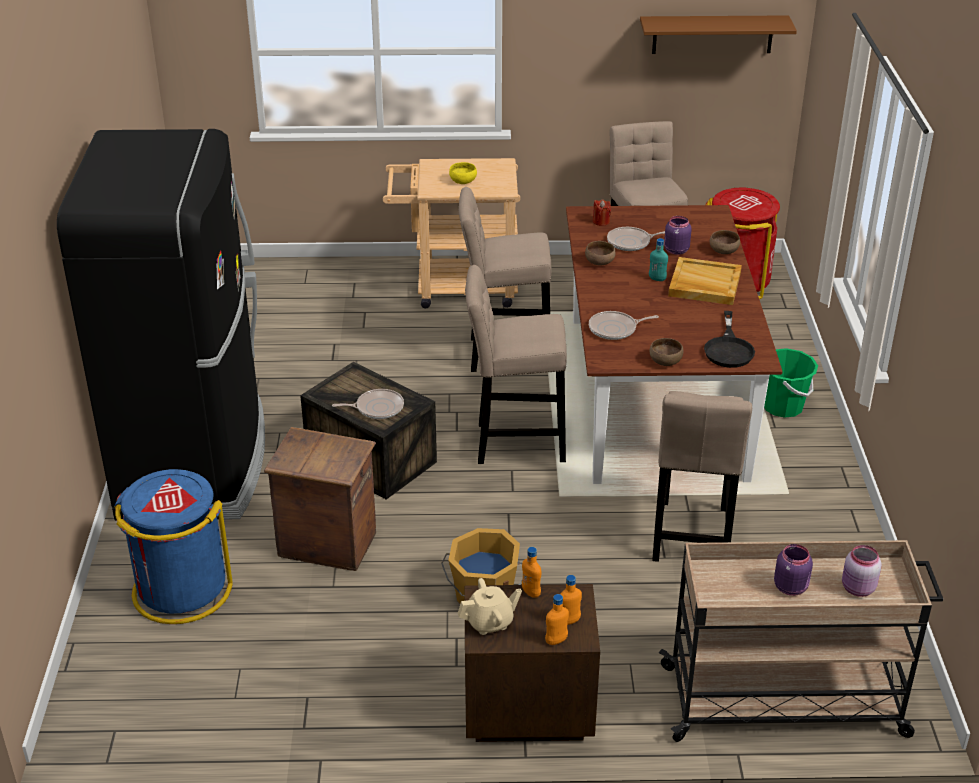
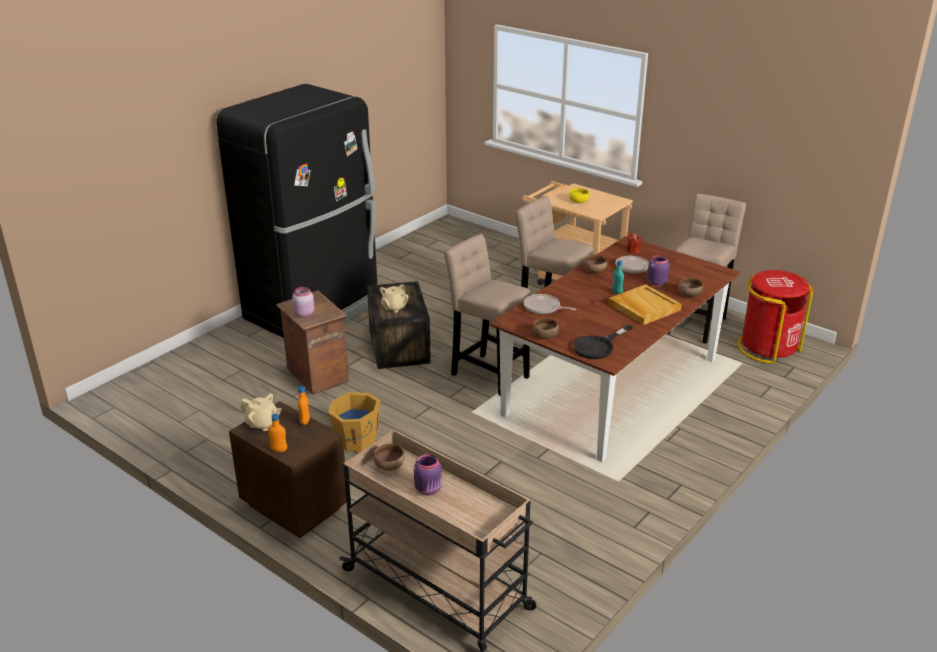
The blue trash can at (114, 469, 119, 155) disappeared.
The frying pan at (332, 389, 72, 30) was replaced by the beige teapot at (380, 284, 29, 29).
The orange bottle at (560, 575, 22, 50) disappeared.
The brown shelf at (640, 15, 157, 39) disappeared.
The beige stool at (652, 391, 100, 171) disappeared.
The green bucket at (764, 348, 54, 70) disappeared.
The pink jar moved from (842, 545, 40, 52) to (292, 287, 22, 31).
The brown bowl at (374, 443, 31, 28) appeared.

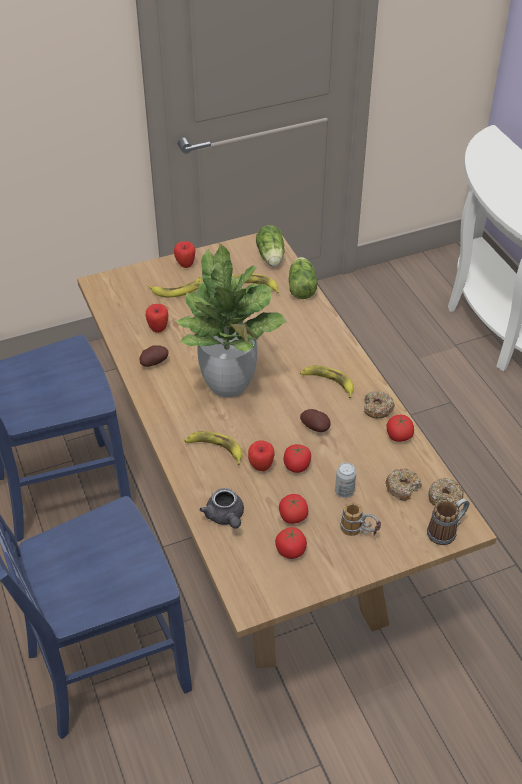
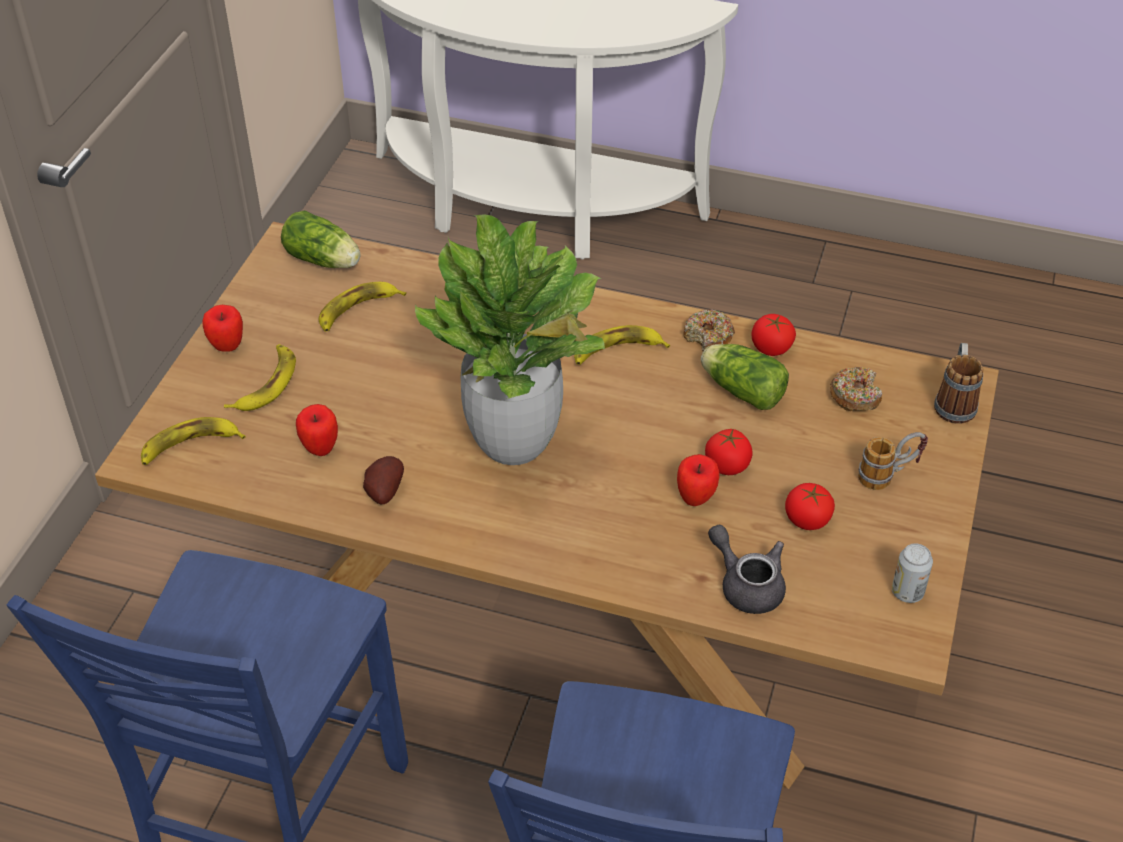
The banana moved from (185, 431, 58, 34) to (141, 417, 105, 48).
The grey teapot at (199, 488, 45, 41) turned 150 degrees counterclockwise.
The tomato at (275, 527, 32, 32) disappeared.
The lettuce moved from (289, 257, 29, 42) to (701, 344, 88, 66).
The potato at (300, 409, 31, 23) disappeared.
The can moved from (335, 463, 21, 35) to (892, 543, 41, 60).
The donut at (428, 478, 36, 28) disappeared.

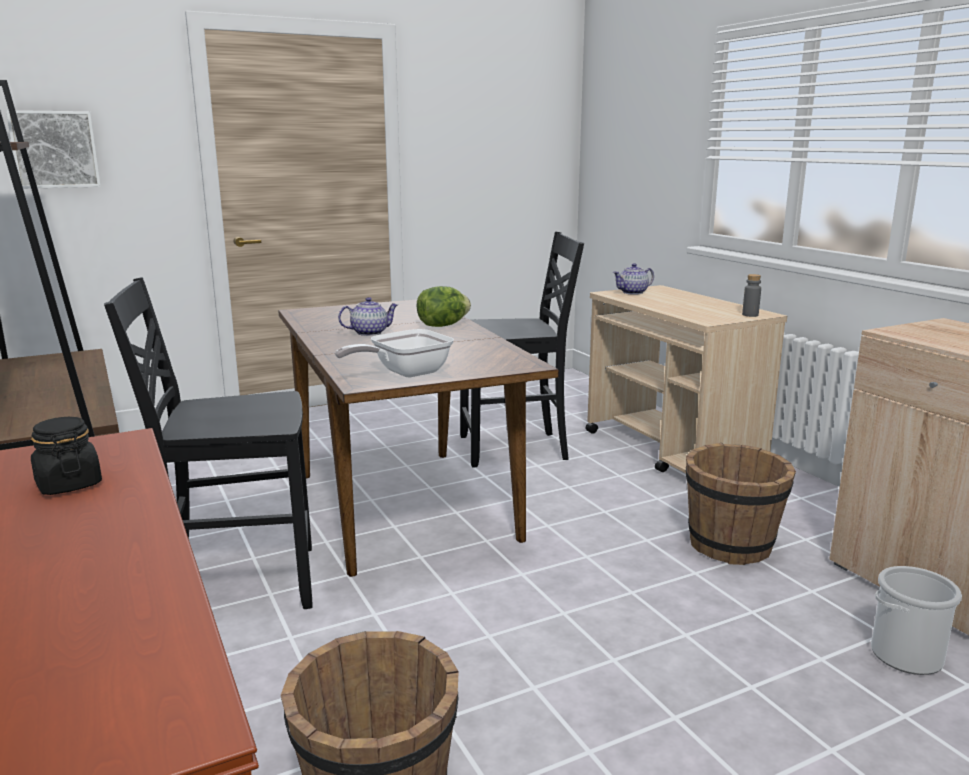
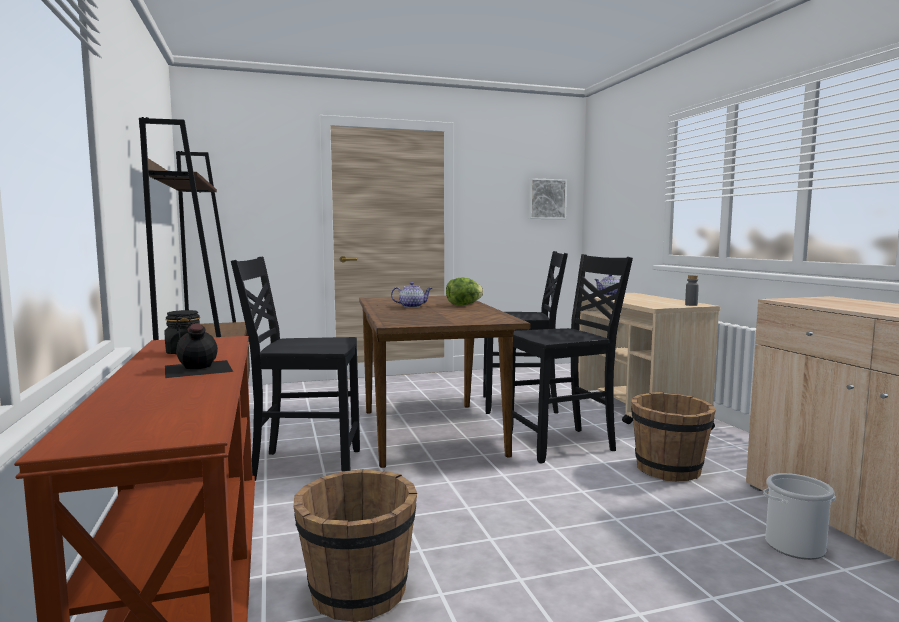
The picture moved from (6, 110, 95, 79) to (528, 178, 39, 41).
The frying pan at (335, 329, 119, 48) disappeared.
The black bottle at (165, 323, 68, 55) appeared.
The black chair at (512, 254, 121, 210) appeared.

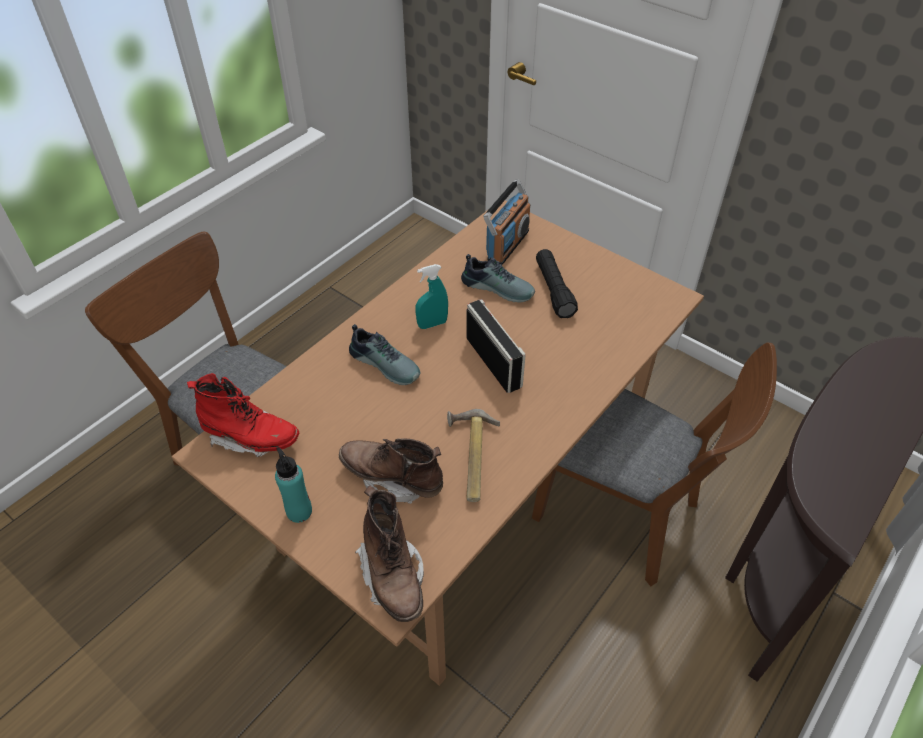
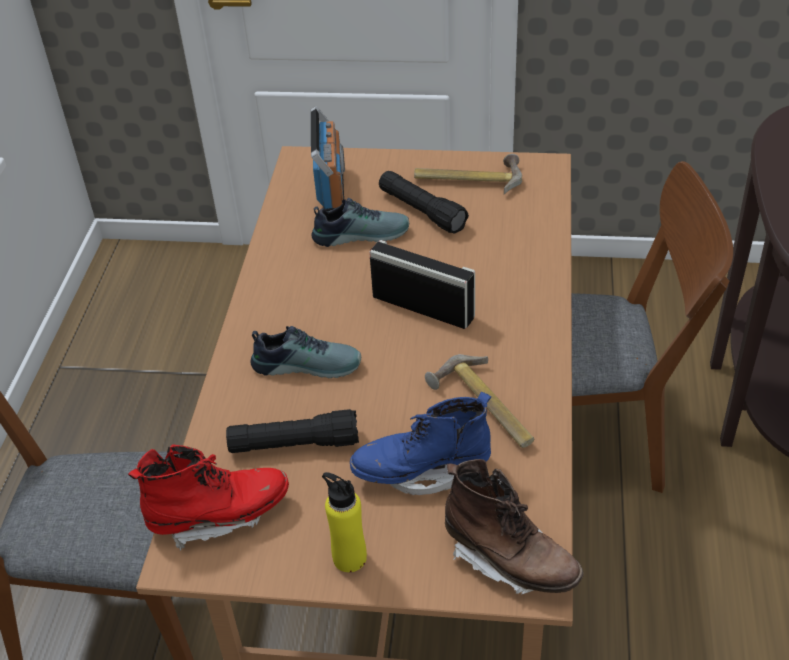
The turquoise bottle at (275, 447, 37, 76) became the yellow bottle at (322, 472, 45, 100).
The brown boot at (339, 439, 104, 65) became the blue boot at (350, 392, 141, 103).
The turquoise spray bottle at (415, 264, 33, 65) disappeared.
The black flashlight at (226, 409, 133, 44) appeared.
The hammer at (414, 154, 108, 41) appeared.

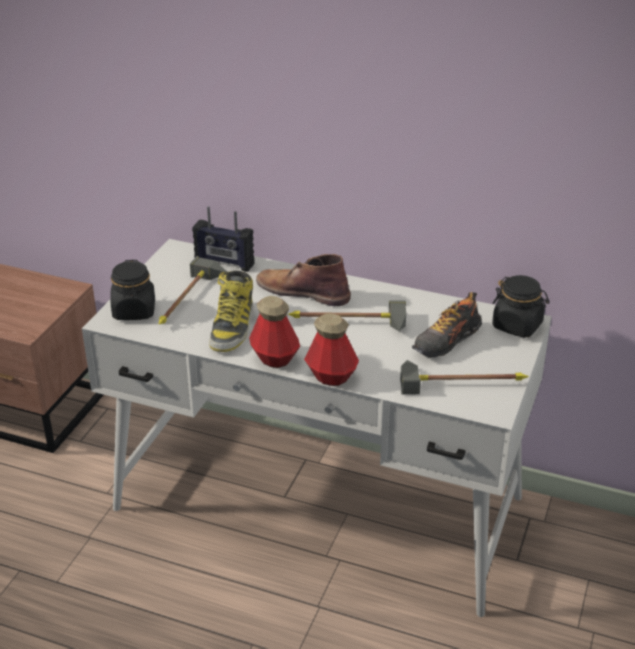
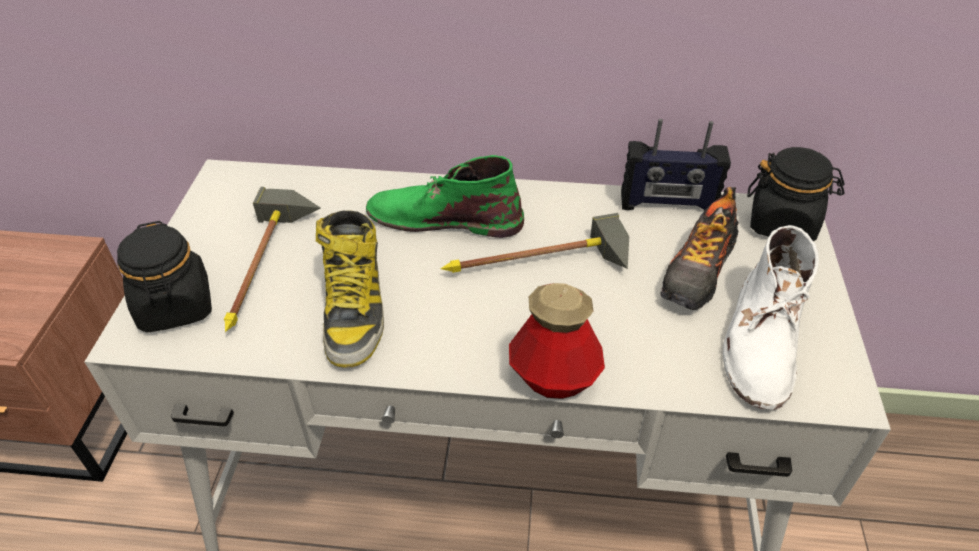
The radio moved from (192, 206, 63, 66) to (621, 119, 110, 92).
The bottle at (249, 296, 51, 72) disappeared.
The brown boot at (256, 254, 95, 52) became the green boot at (366, 155, 158, 83).
The hammer at (400, 360, 129, 35) was replaced by the white boot at (723, 225, 96, 185).

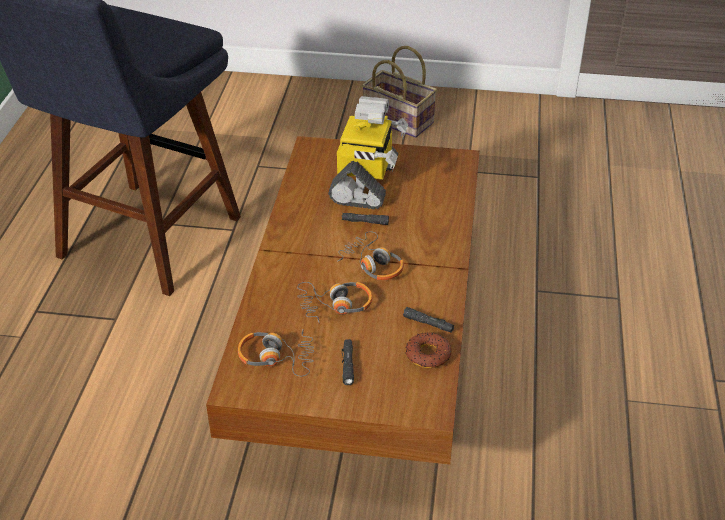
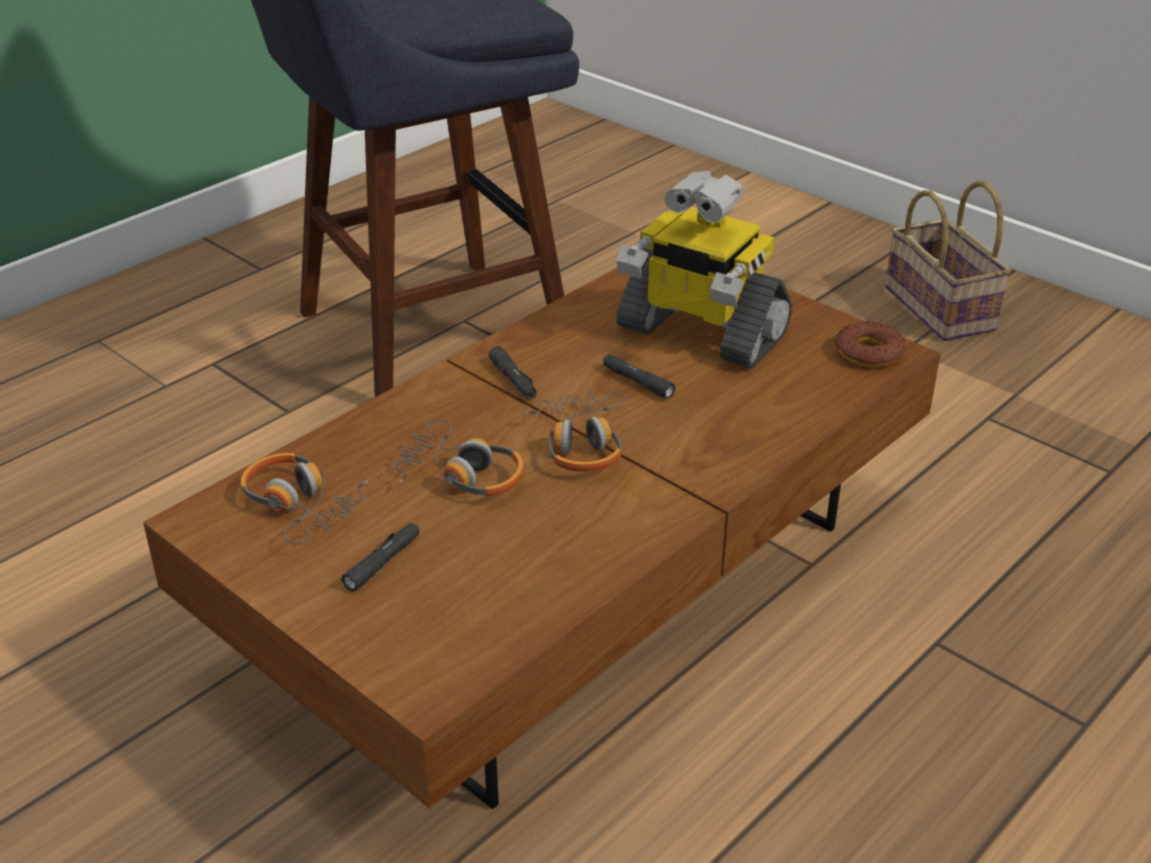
The toy robot at (328, 96, 80, 113) turned 75 degrees clockwise.
The black flashlight moved from (403, 307, 51, 26) to (489, 346, 48, 54).
The donut moved from (406, 332, 46, 36) to (835, 321, 71, 46).

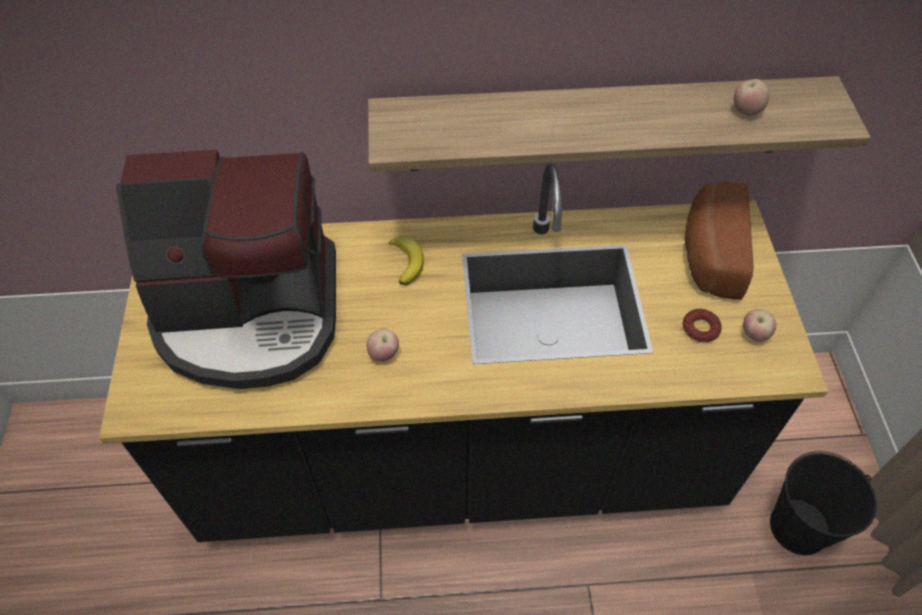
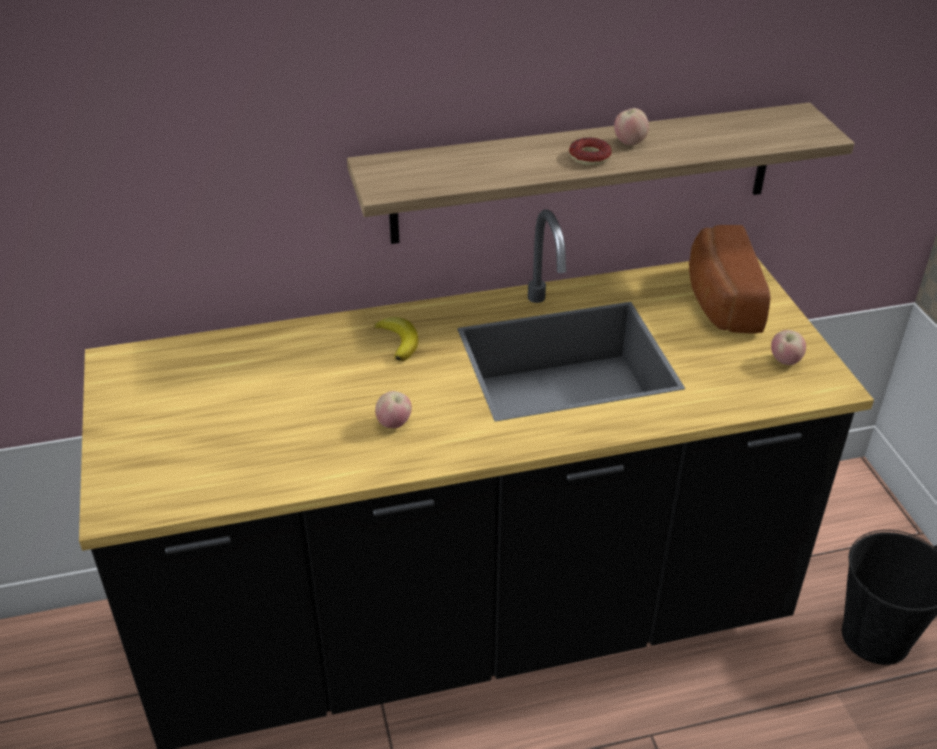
The coffee machine at (116, 150, 220, 239) disappeared.
The donut moved from (683, 309, 38, 34) to (569, 137, 42, 29).
The apple moved from (734, 79, 35, 37) to (614, 108, 35, 37).

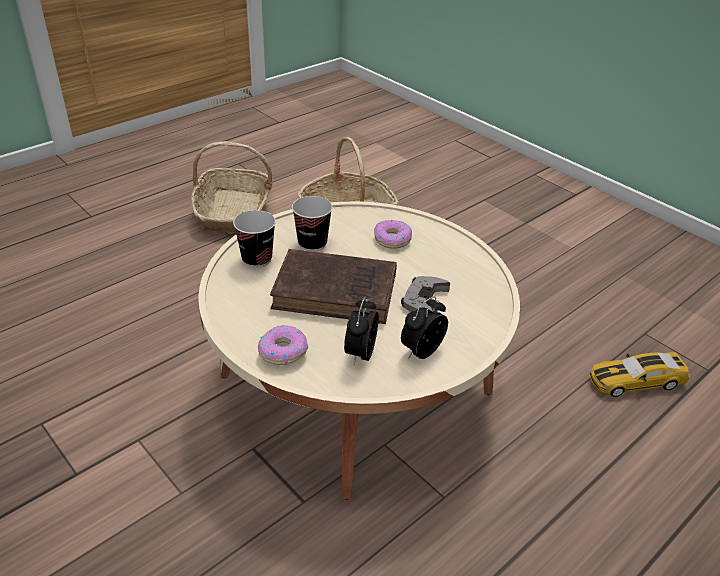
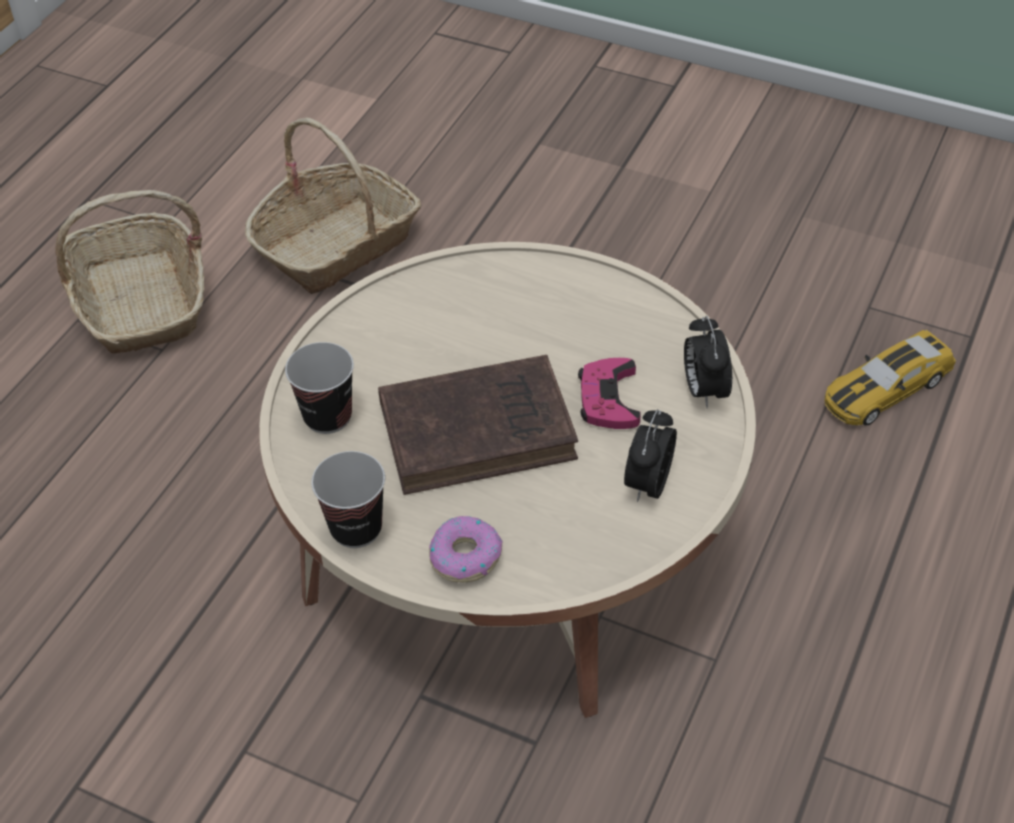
The cup moved from (292, 196, 41, 56) to (311, 451, 74, 97).
The alarm clock moved from (344, 297, 35, 67) to (684, 316, 48, 92).
The donut at (374, 220, 38, 29) disappeared.
The grey game controller at (401, 276, 49, 37) became the pink game controller at (578, 358, 63, 71).

